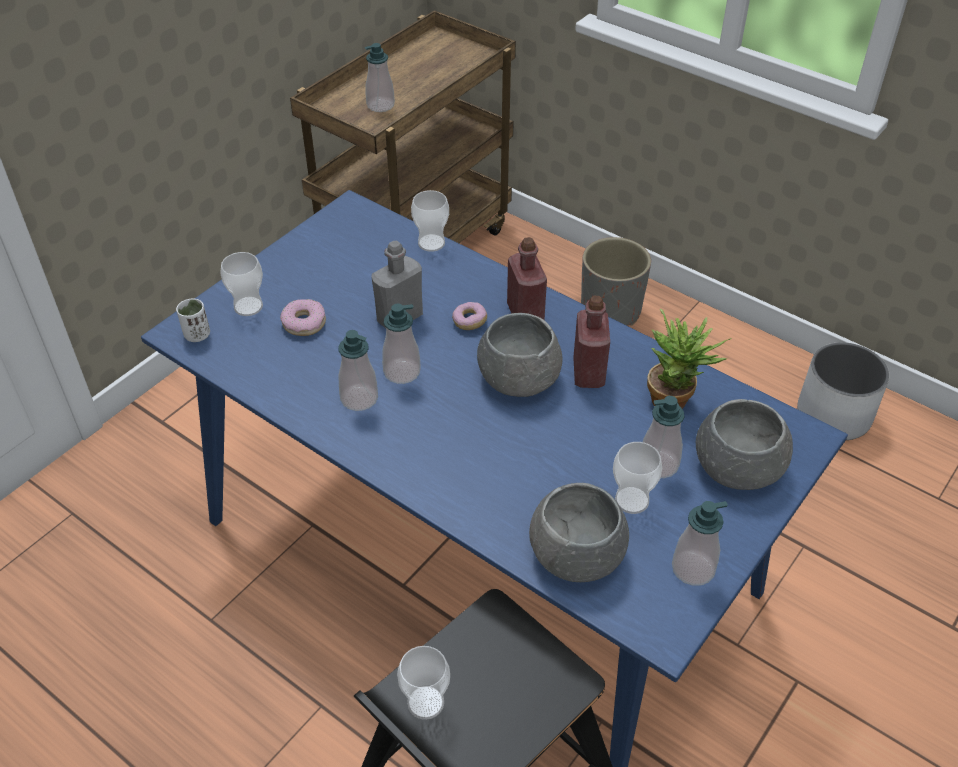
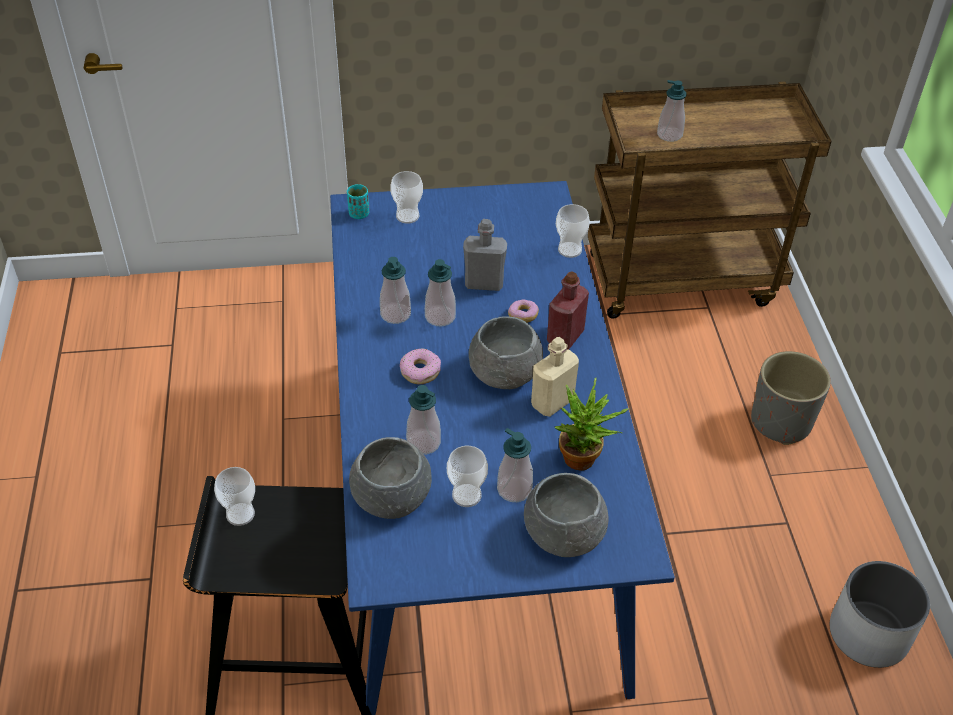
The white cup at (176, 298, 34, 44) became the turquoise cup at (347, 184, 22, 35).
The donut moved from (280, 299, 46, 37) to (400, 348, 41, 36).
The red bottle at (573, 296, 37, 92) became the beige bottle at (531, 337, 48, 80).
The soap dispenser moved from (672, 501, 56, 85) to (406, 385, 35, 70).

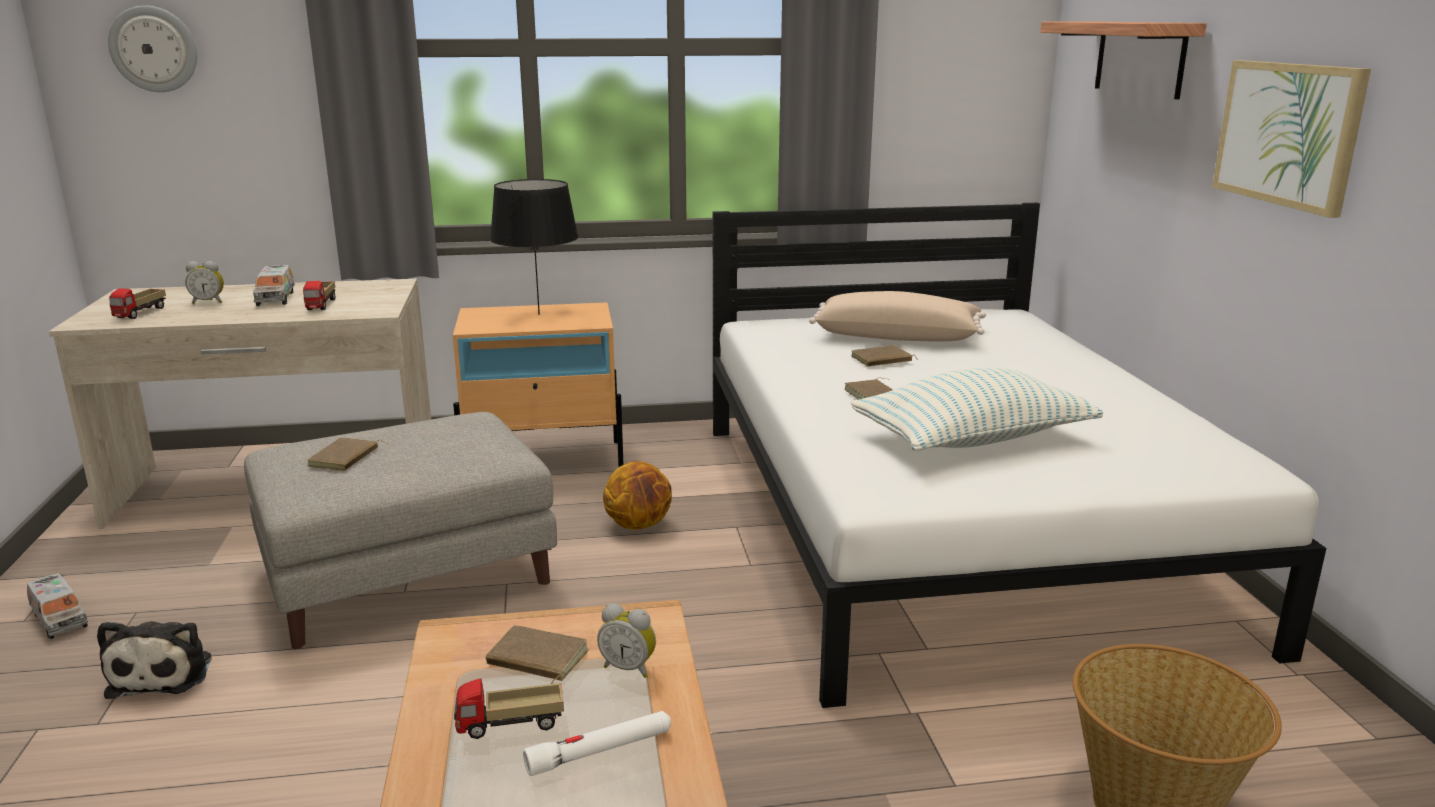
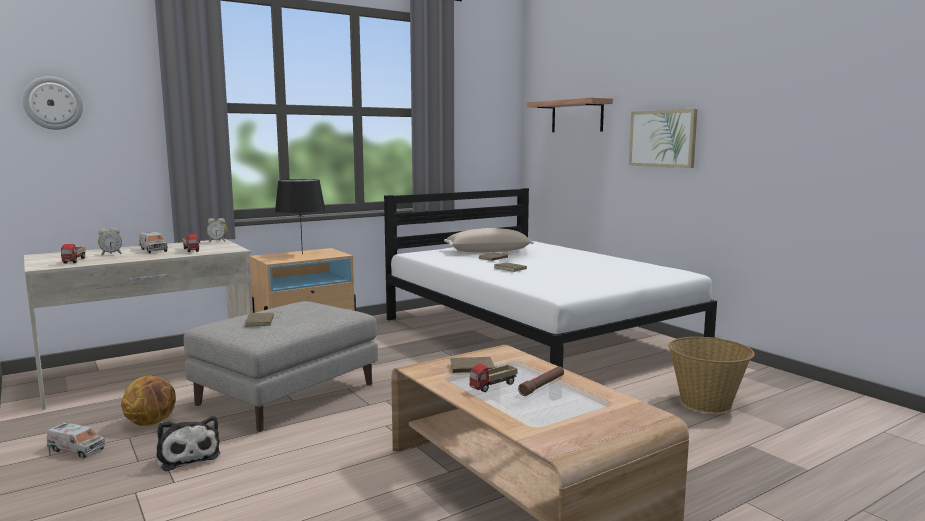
The white flashlight at (523, 711, 148, 65) became the brown flashlight at (518, 366, 46, 30).
The alarm clock moved from (597, 603, 59, 75) to (207, 218, 20, 24).
The basketball moved from (603, 461, 69, 69) to (121, 375, 55, 51).
The pillow at (851, 367, 252, 84) disappeared.

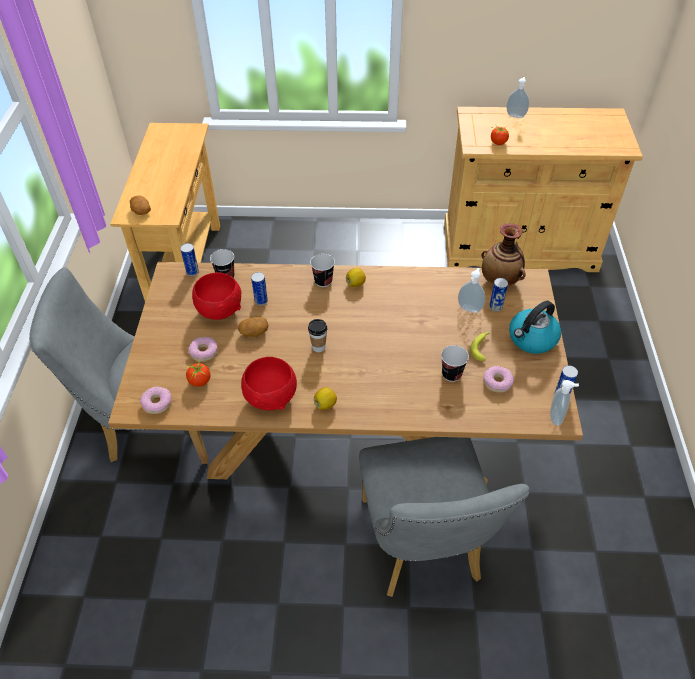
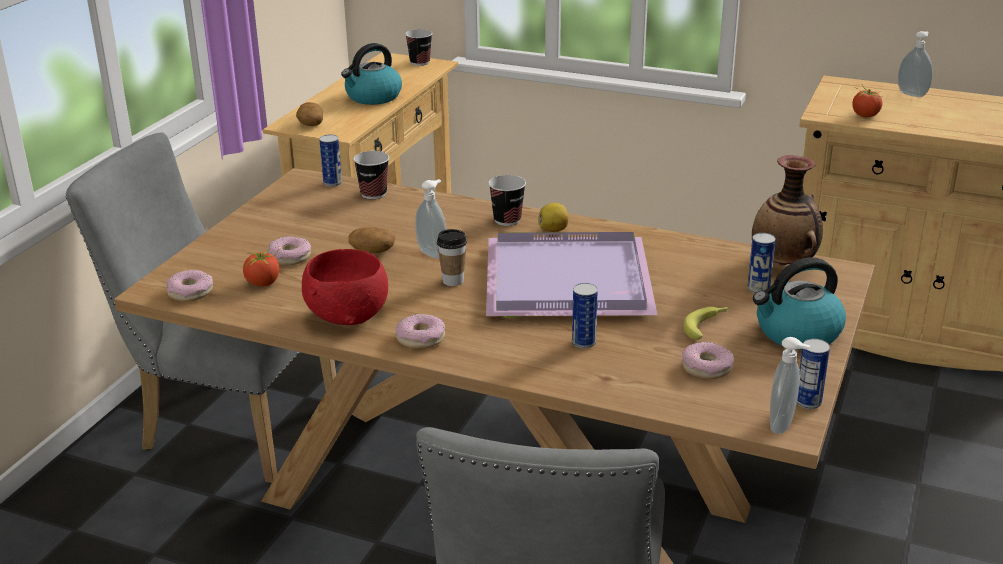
The red bowl at (192, 272, 49, 48) disappeared.
The can moved from (251, 272, 17, 34) to (572, 283, 26, 66).
The lemon at (314, 387, 23, 23) was replaced by the donut at (396, 314, 49, 35).
The cup moved from (441, 345, 28, 37) to (405, 29, 27, 37).
The soap dispenser moved from (458, 268, 27, 45) to (415, 179, 31, 80).
The kettle at (341, 43, 61, 62) appeared.
The purple tray at (486, 232, 172, 86) appeared.

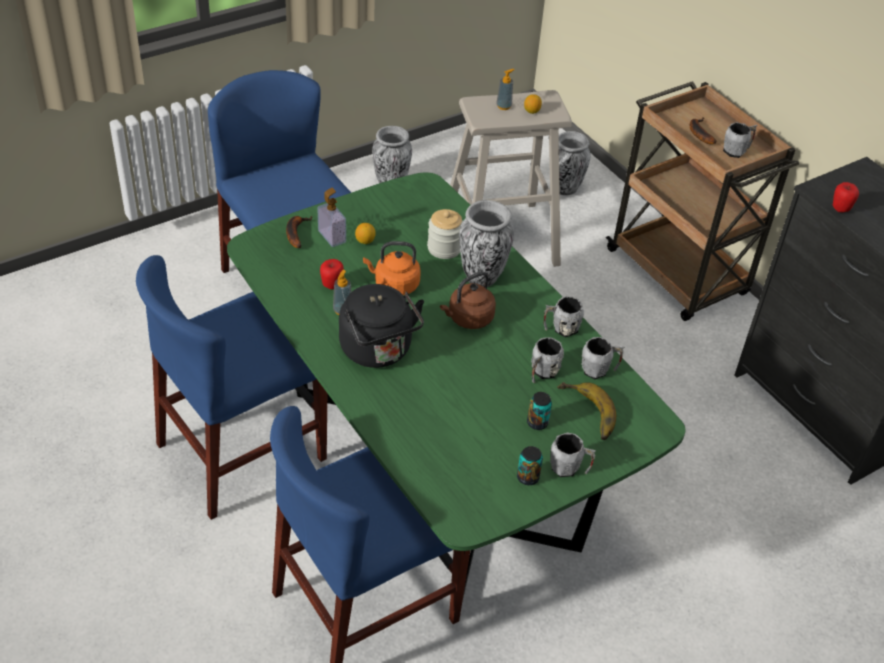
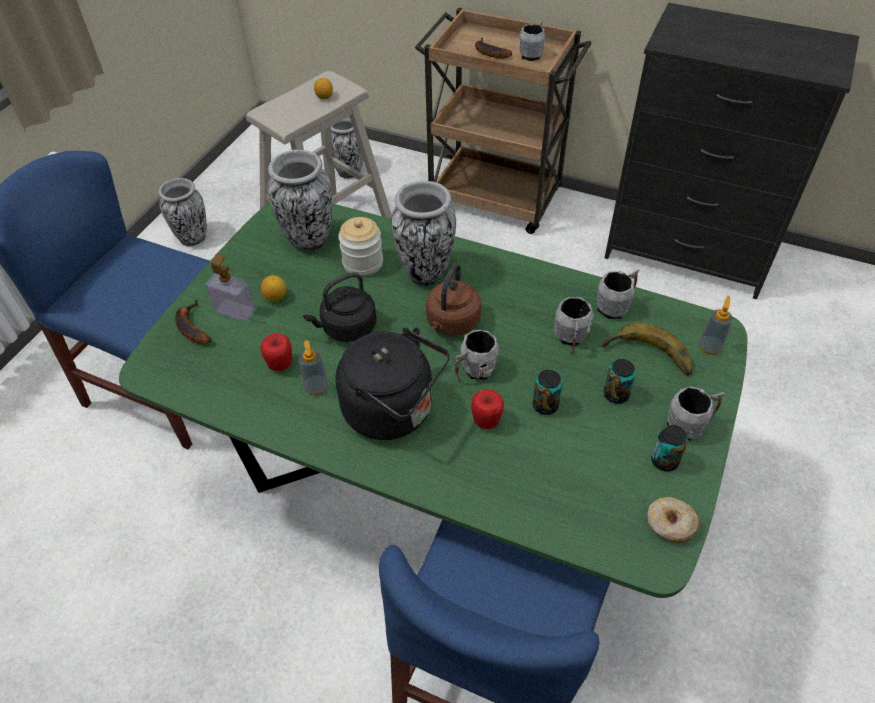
The blue chair at (136, 255, 191, 265) disappeared.
The orange kettle at (363, 241, 58, 54) became the black kettle at (303, 272, 73, 70).
The soap dispenser moved from (496, 69, 19, 41) to (699, 296, 34, 59).
The grey mug moved from (544, 296, 40, 41) to (455, 330, 44, 53).
The apple moved from (833, 182, 26, 30) to (471, 389, 33, 40).
The vase at (267, 150, 65, 101) appeared.
The can at (532, 370, 31, 45) appeared.
The donut at (647, 497, 53, 47) appeared.

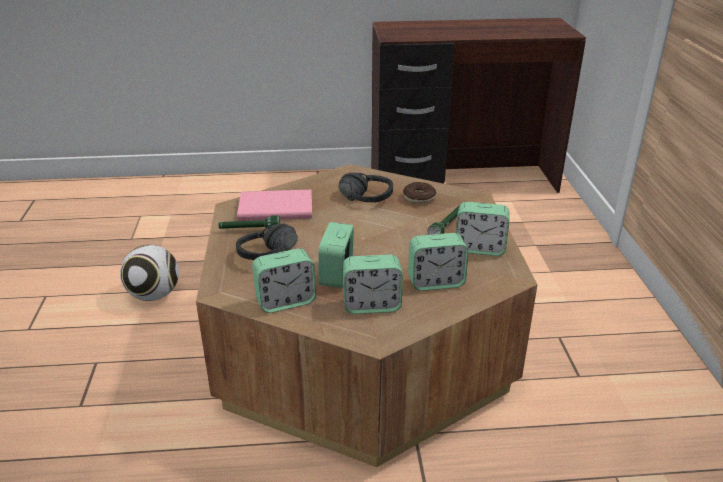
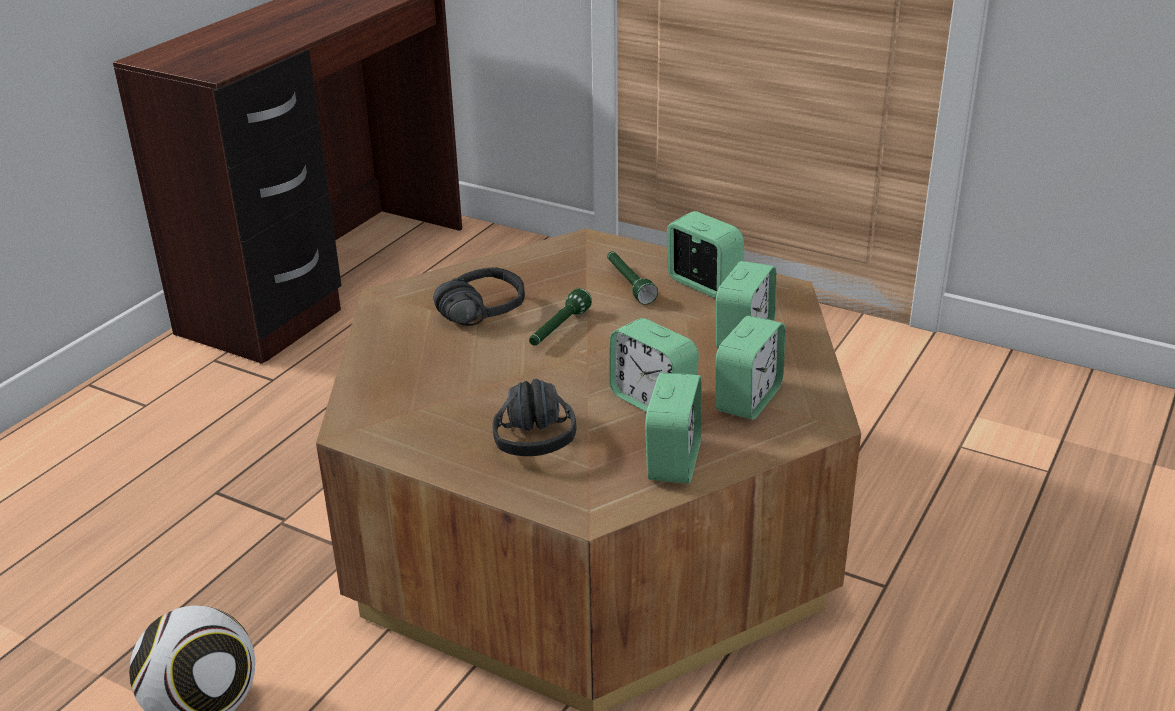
The green flashlight moved from (218, 215, 62, 14) to (529, 288, 63, 58).
The pink book at (237, 190, 75, 31) disappeared.
The donut at (403, 182, 33, 22) disappeared.
The alarm clock at (456, 202, 54, 54) turned 90 degrees counterclockwise.

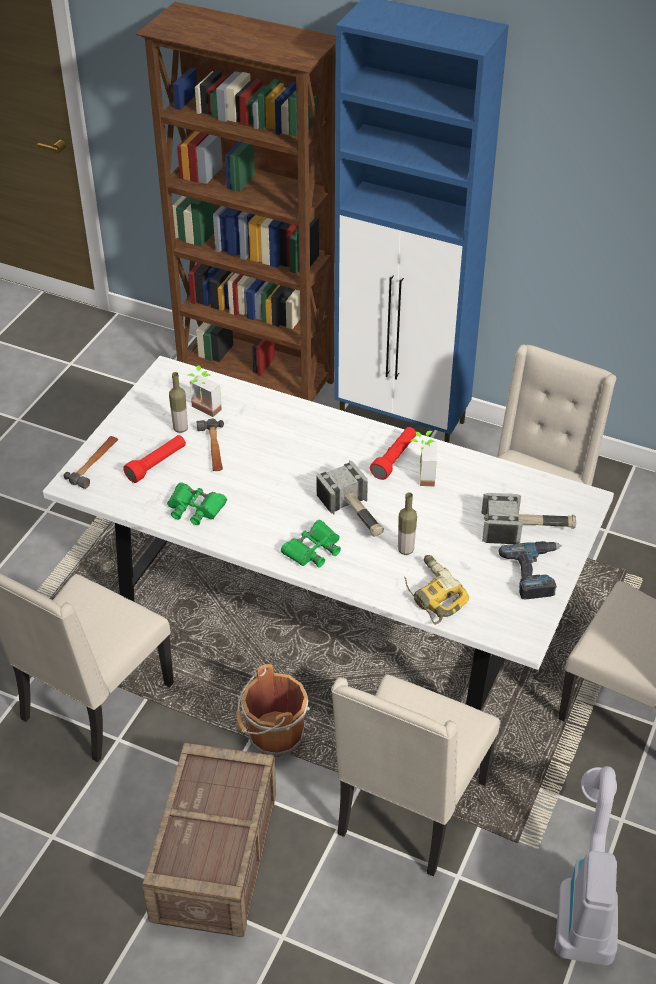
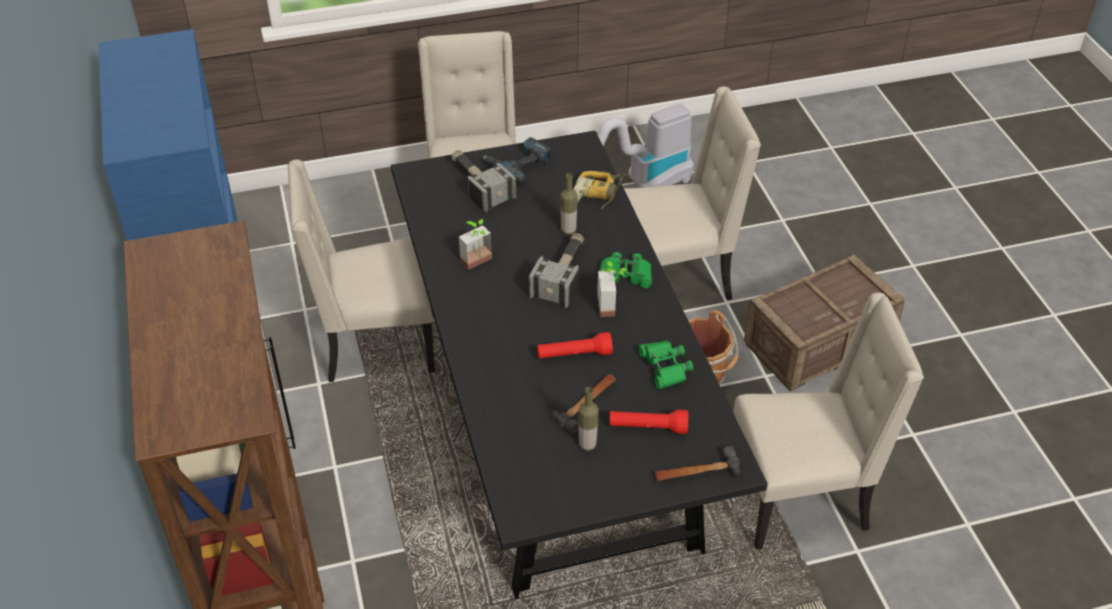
The white dining table at (43, 356, 571, 355) became the black dining table at (391, 131, 376, 468).
The potted plant moved from (188, 365, 34, 52) to (597, 261, 31, 56).
The red flashlight moved from (370, 427, 46, 53) to (537, 332, 76, 27).

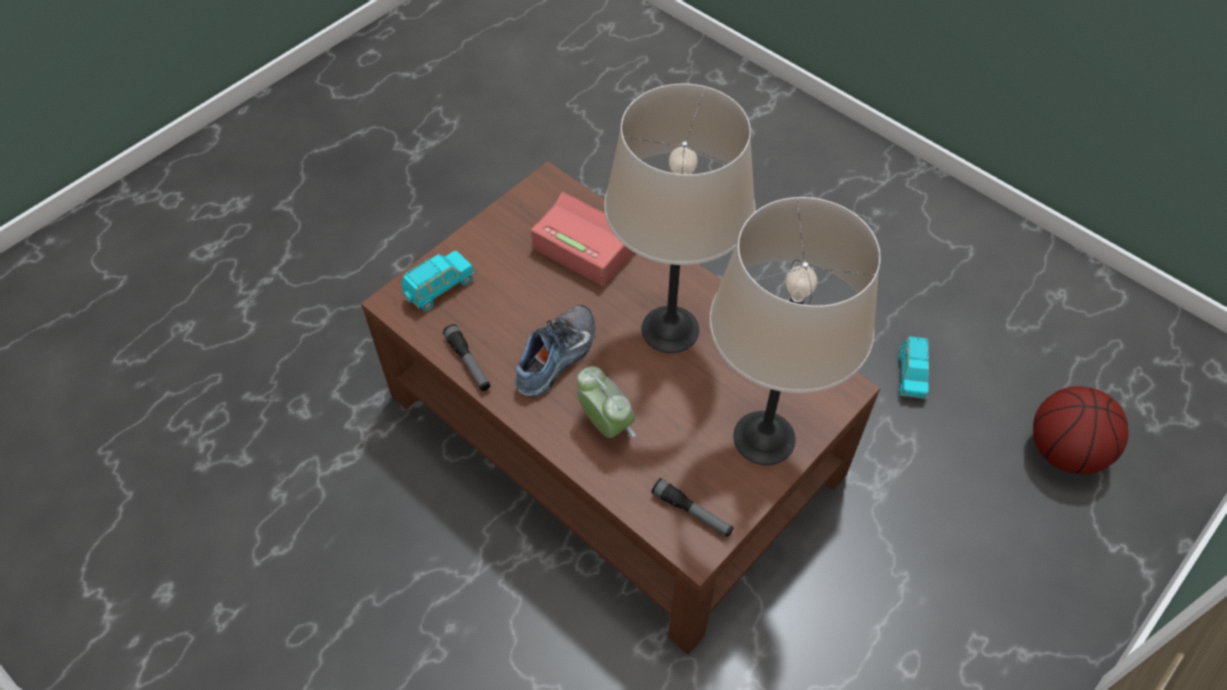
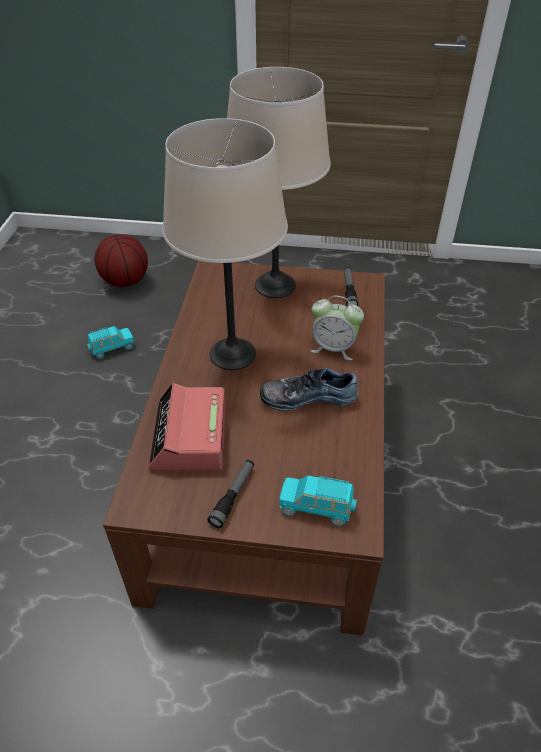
The flashlight moved from (443, 324, 47, 67) to (207, 460, 47, 68).
The alarm clock at (577, 366, 59, 72) turned 90 degrees counterclockwise.

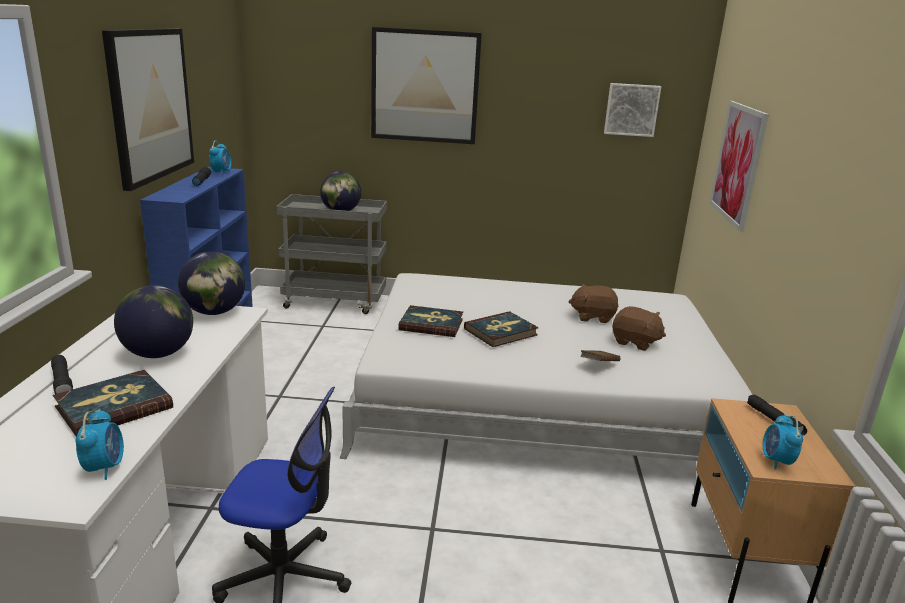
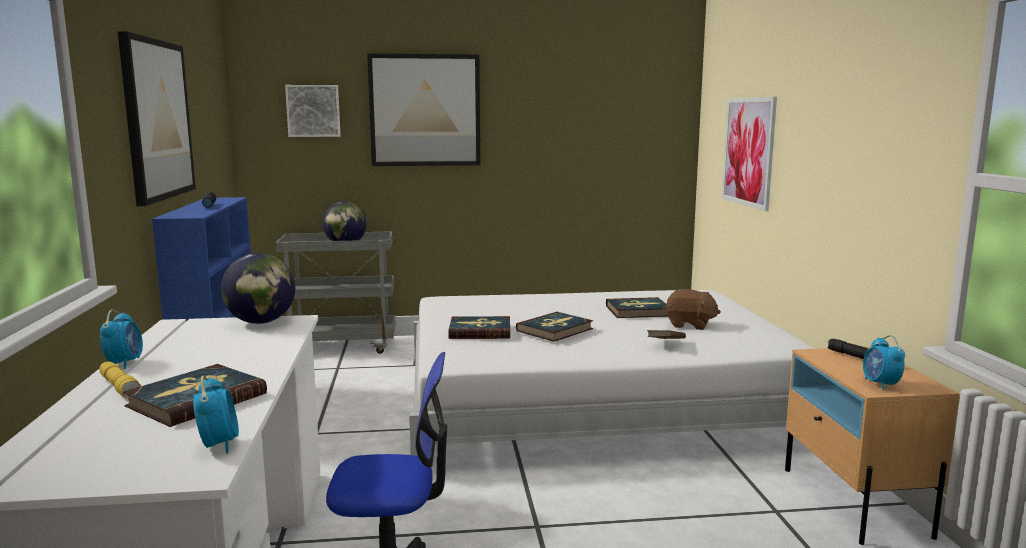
The black flashlight at (51, 355, 22, 39) became the yellow flashlight at (100, 361, 41, 38).
The globe at (114, 285, 79, 73) disappeared.
The alarm clock moved from (209, 141, 23, 34) to (100, 310, 43, 59).
The brown plush toy at (568, 284, 51, 39) was replaced by the book at (606, 297, 62, 21).
The picture moved from (604, 83, 57, 54) to (285, 85, 56, 52).

